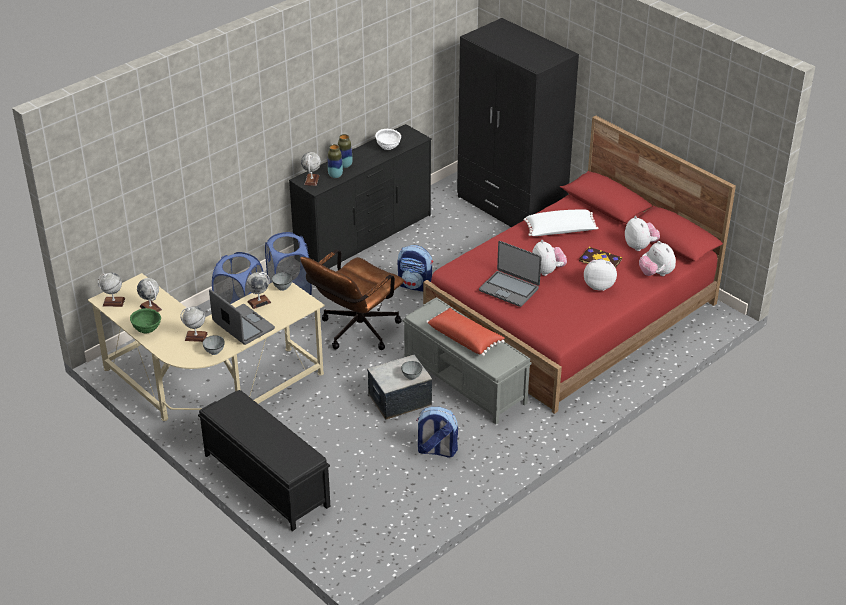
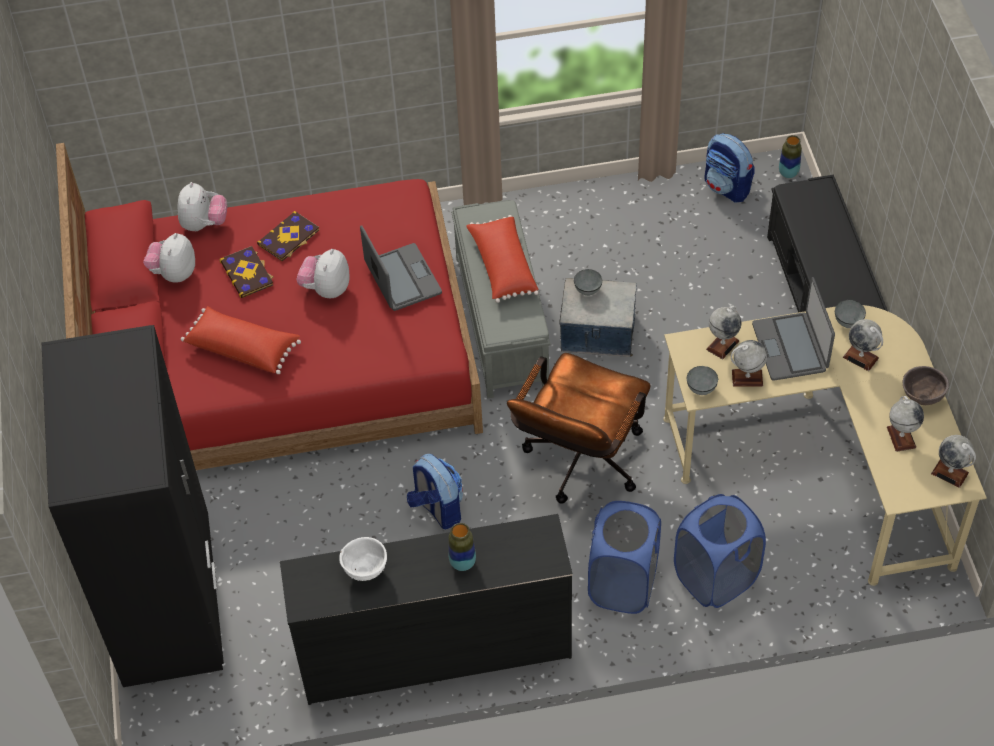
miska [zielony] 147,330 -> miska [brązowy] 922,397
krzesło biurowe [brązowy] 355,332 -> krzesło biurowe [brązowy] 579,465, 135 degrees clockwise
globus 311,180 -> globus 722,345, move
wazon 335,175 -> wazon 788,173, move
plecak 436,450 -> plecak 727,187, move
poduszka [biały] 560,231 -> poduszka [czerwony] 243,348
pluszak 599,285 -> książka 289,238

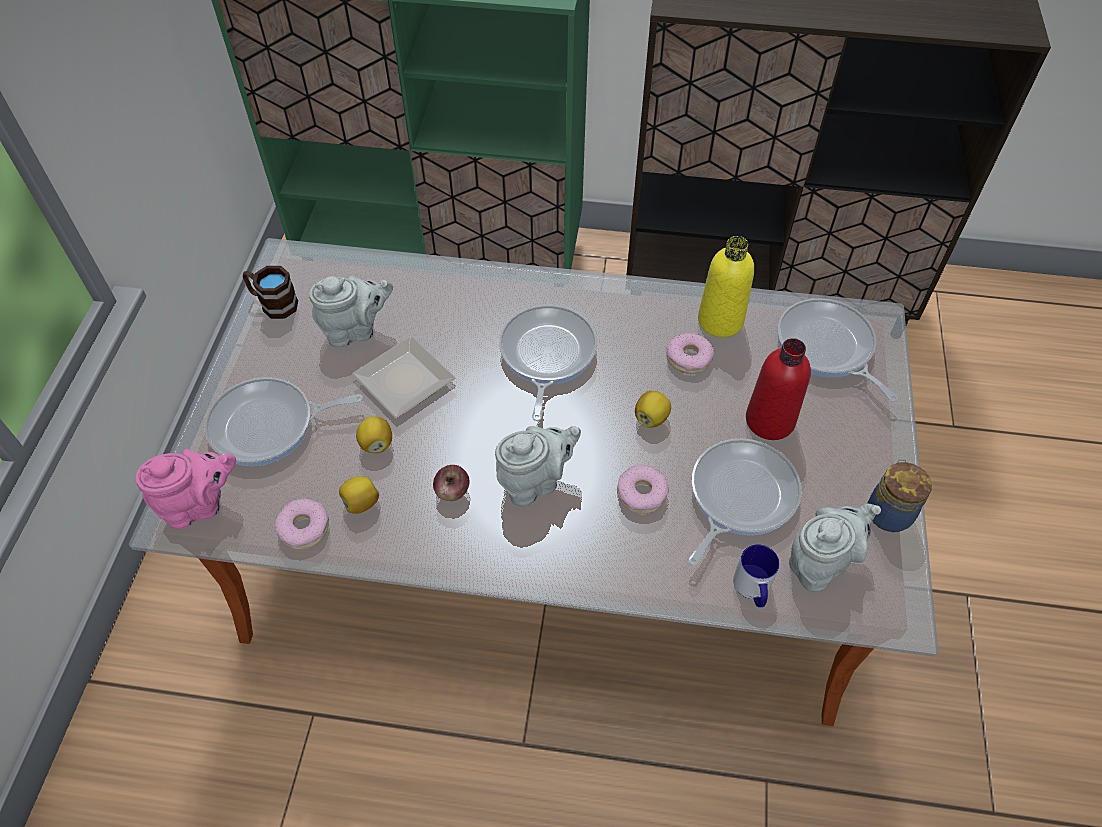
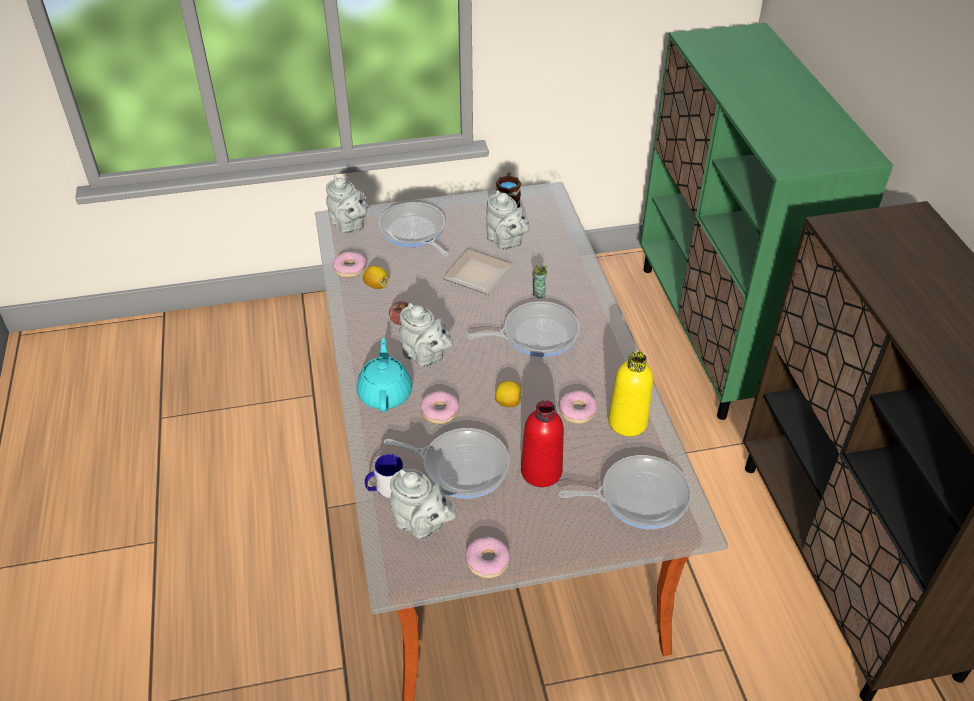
imbryk [różowy] 200,505 -> imbryk [szary] 349,226
cytryna 376,444 -> none
patelnia 827,348 -> patelnia 638,496, 45 degrees clockwise
słoik 888,512 -> donut 487,561
none -> imbryk [turkusowy] 385,393
none -> filiżanka 538,294

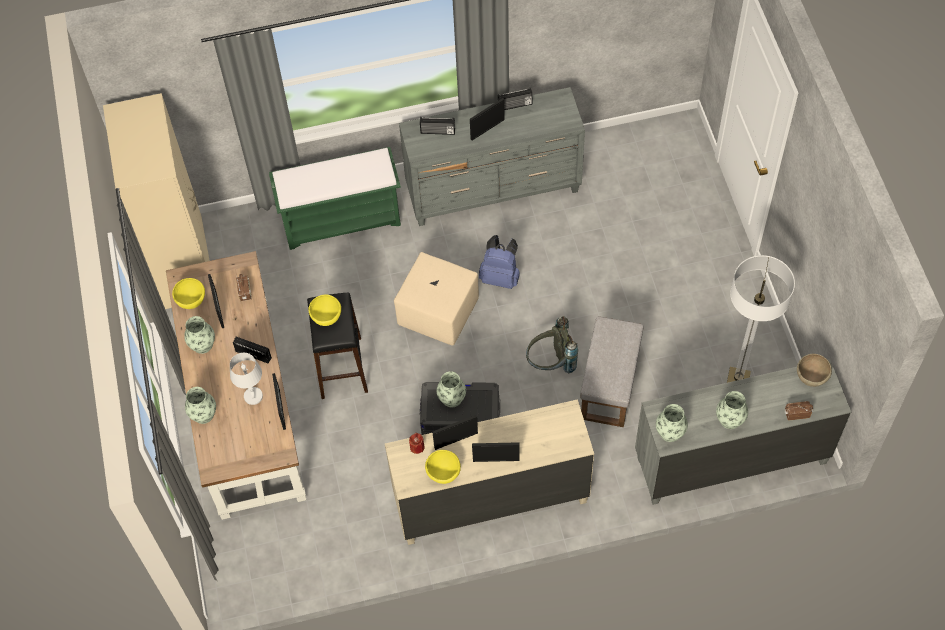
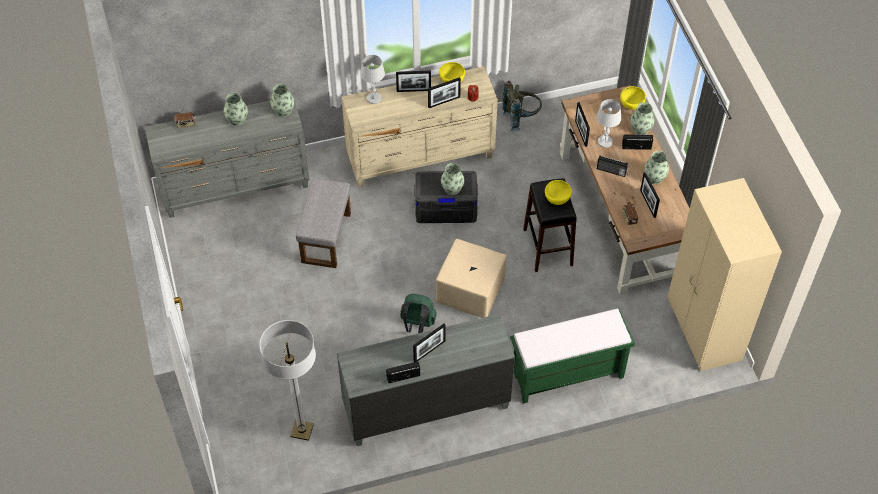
miska [żółty] 191,301 -> miska [żółty] 631,105, move
radio 437,132 -> radio 636,146, move
plecak [niebieski] 500,276 -> plecak [zielony] 417,325
plecak [szary] 551,363 -> plecak [szary] 521,118, move
lampa stojąca 738,379 -> lampa stojąca 302,430, move
miska [brązowy] 811,377 -> none
none -> lampa stołowa [biały] 374,98

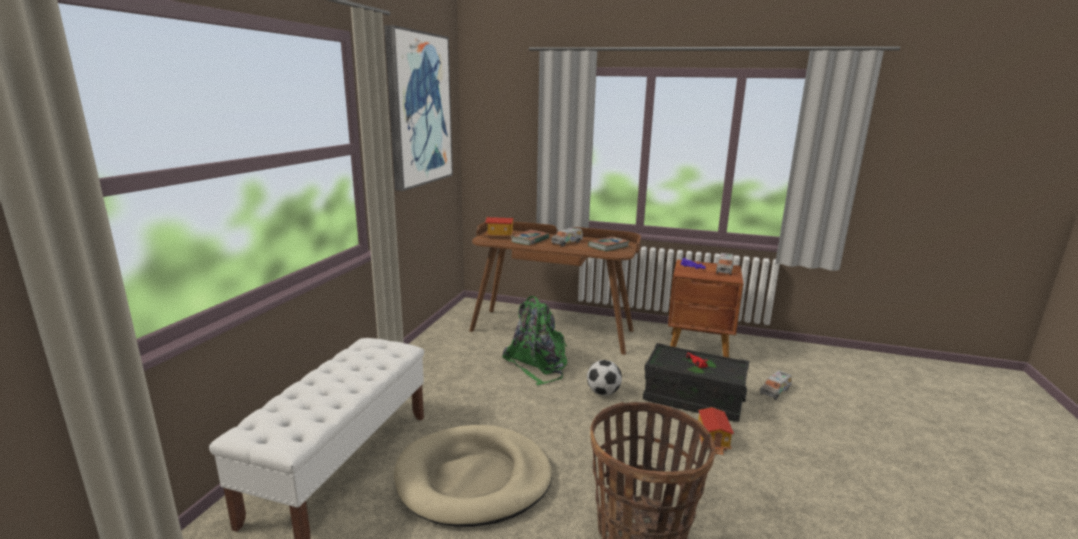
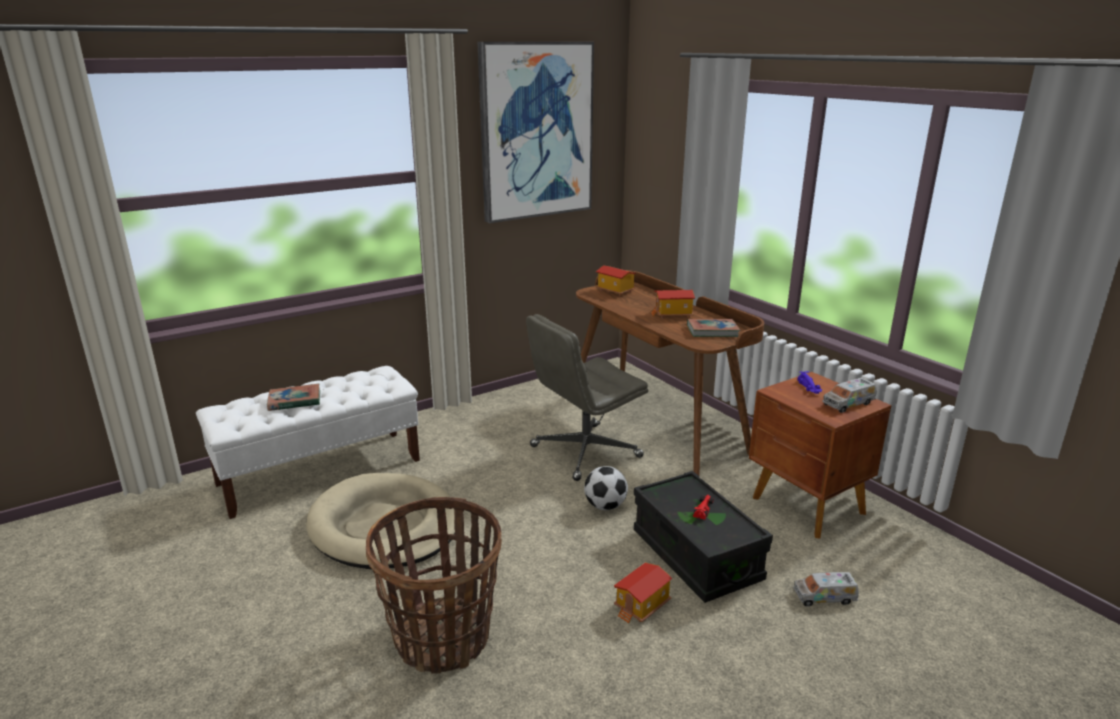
plecak [zielony] 538,364 -> krzesło biurowe [szary] 584,452
książka 530,240 -> książka 294,401, move
ciężarówka zabawkowa 567,242 -> domek 673,315

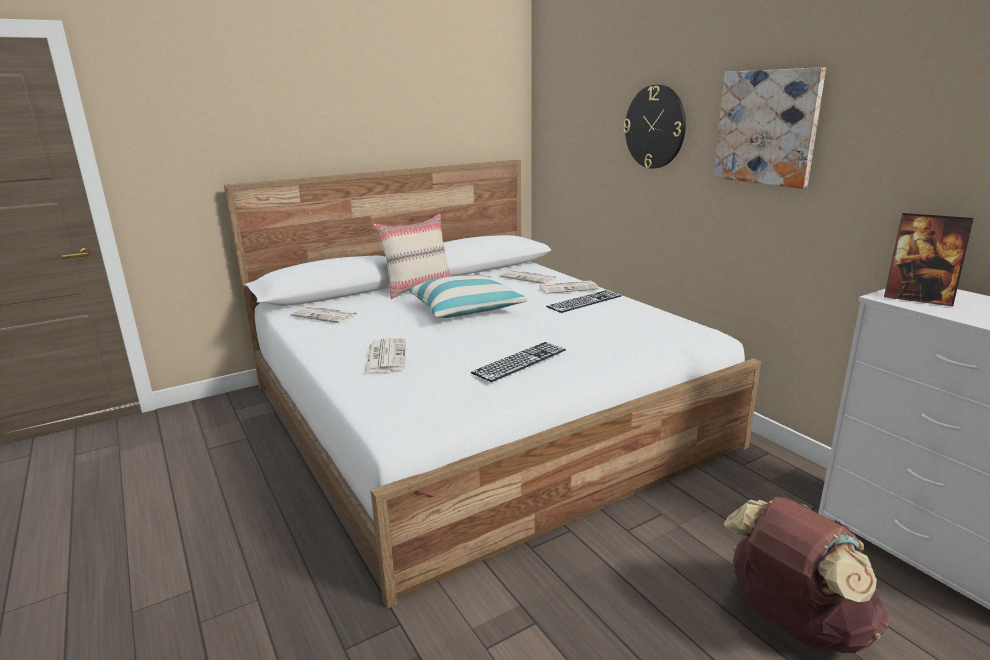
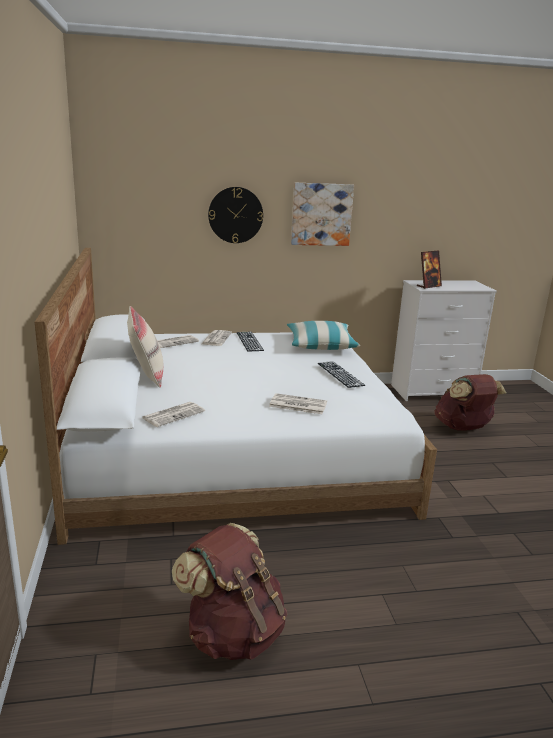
poduszka 465,309 -> poduszka 321,344, move
none -> plecak [brązowy] 233,633

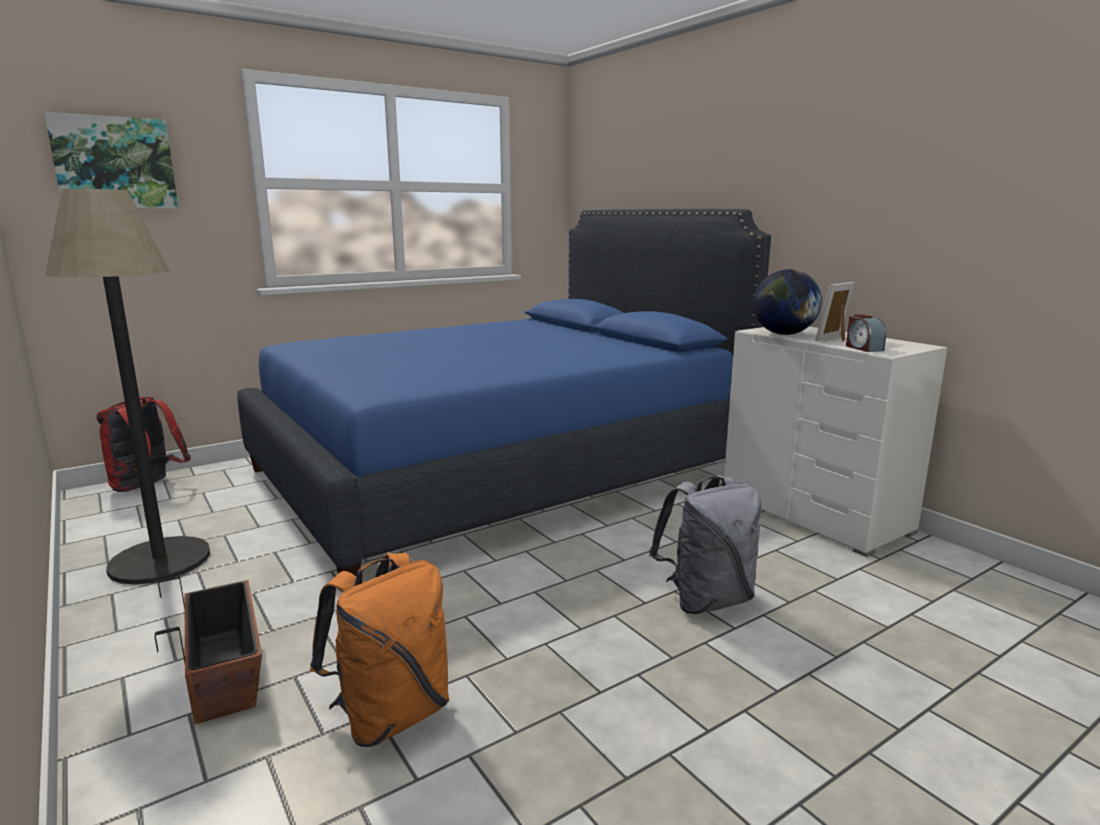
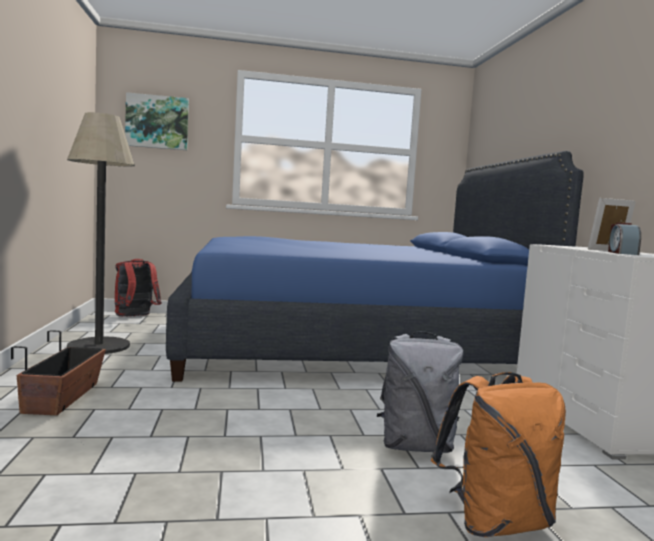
plecak [pomarańczowy] 391,715 -> plecak [pomarańczowy] 495,521, move
globus 783,334 -> none

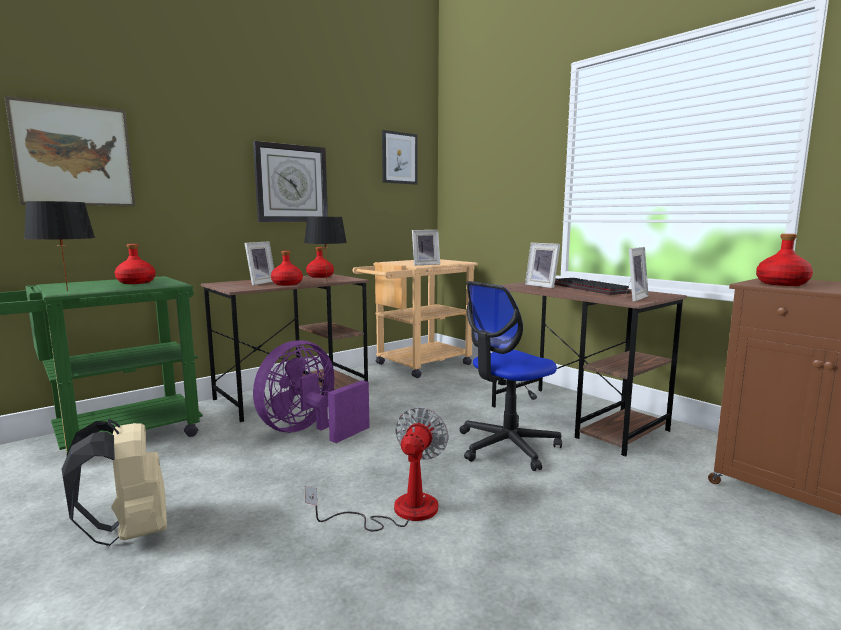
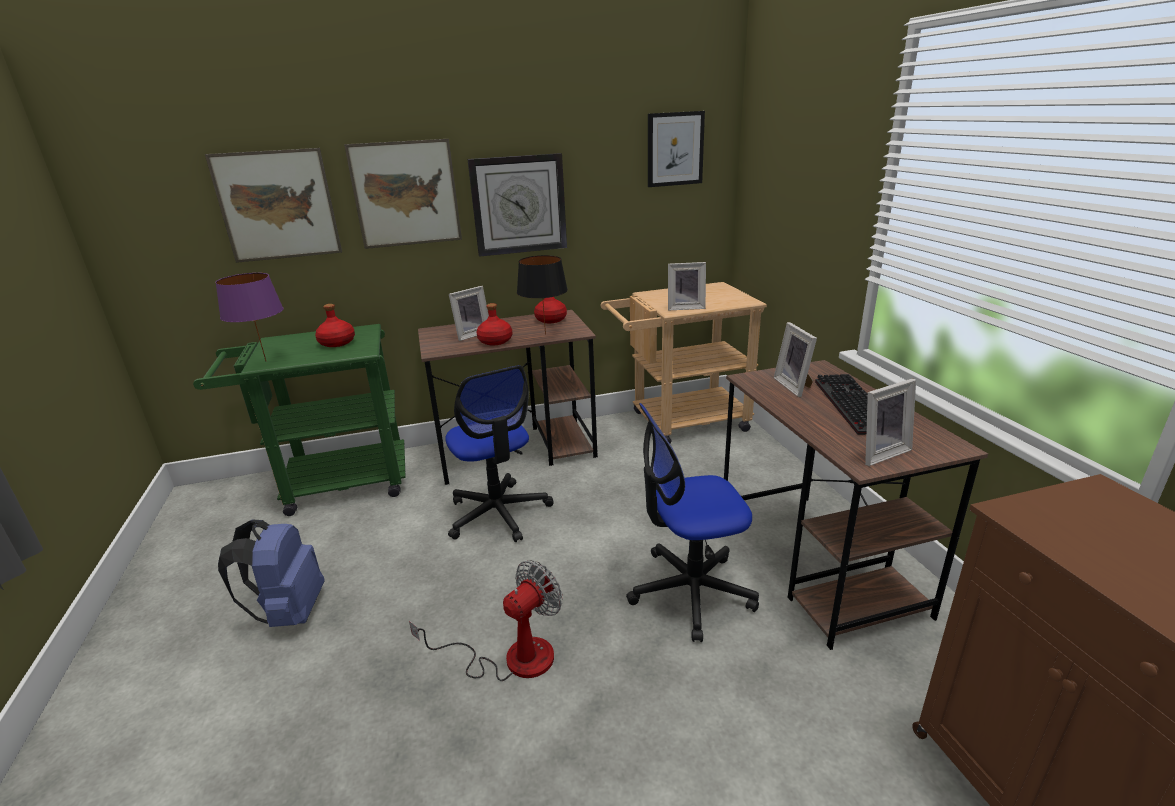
lampa stołowa [czarny] 66,291 -> lampa stołowa [fioletowy] 265,361
plecak [beżowy] 131,532 -> plecak [niebieski] 289,612
wentylator [fioletowy] 309,431 -> krzesło biurowe 498,513
butelka [czerwony] 782,284 -> none
none -> obraz 406,194

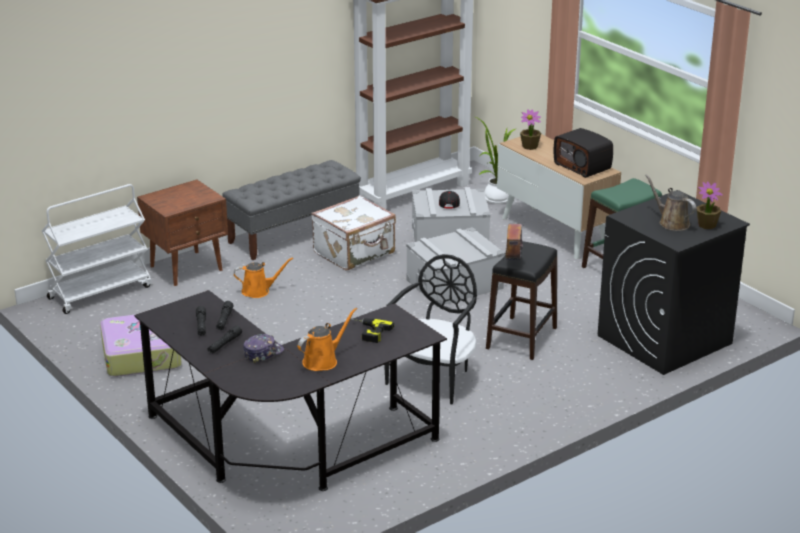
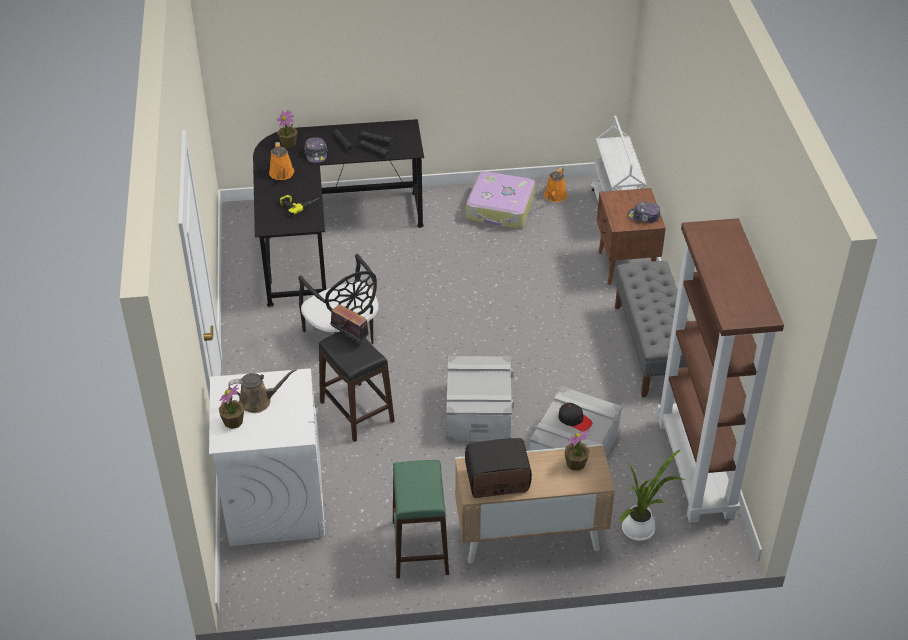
konewka [pomarańczowy] 258,291 -> konewka [pomarańczowy] 555,196, move
walizka [biały] 355,253 -> none
pralka [czarny] 664,340 -> pralka [biały] 275,502
none -> roślina doniczkowa 288,144
none -> czapka z daszkiem 643,216

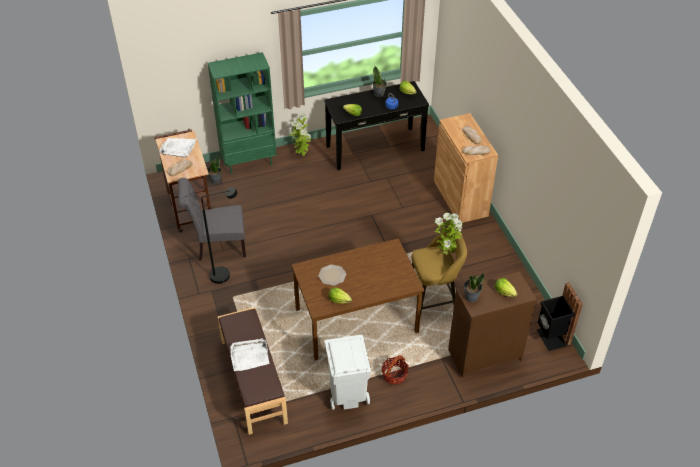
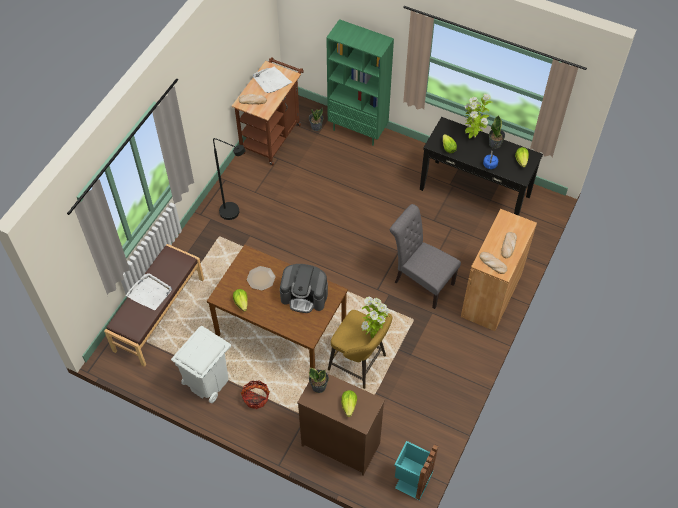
krzesło [szary] 218,247 -> krzesło [szary] 420,281, move
roślina doniczkowa 301,154 -> roślina doniczkowa 472,136, move
kosz na śmieci [czarny] 552,337 -> kosz na śmieci [turkusowy] 411,480
none -> ekspres do kawy 304,296

